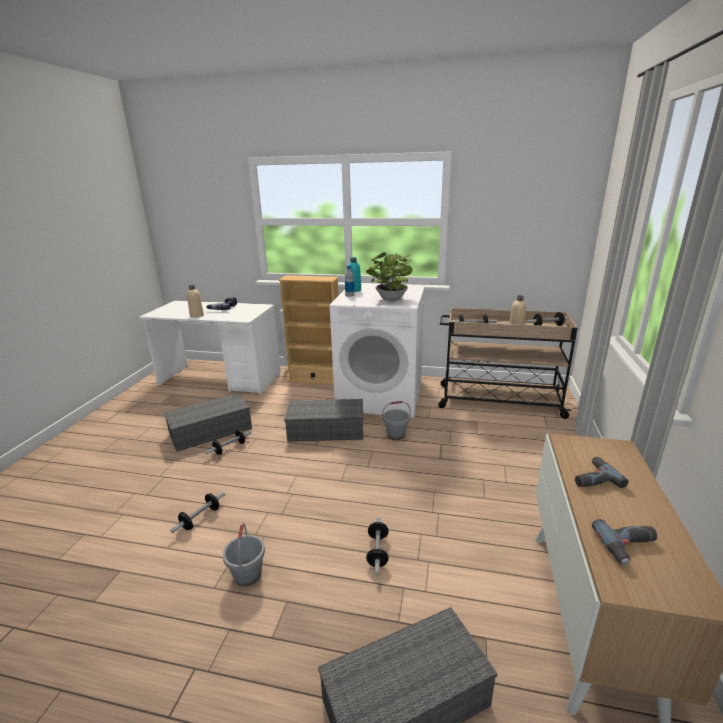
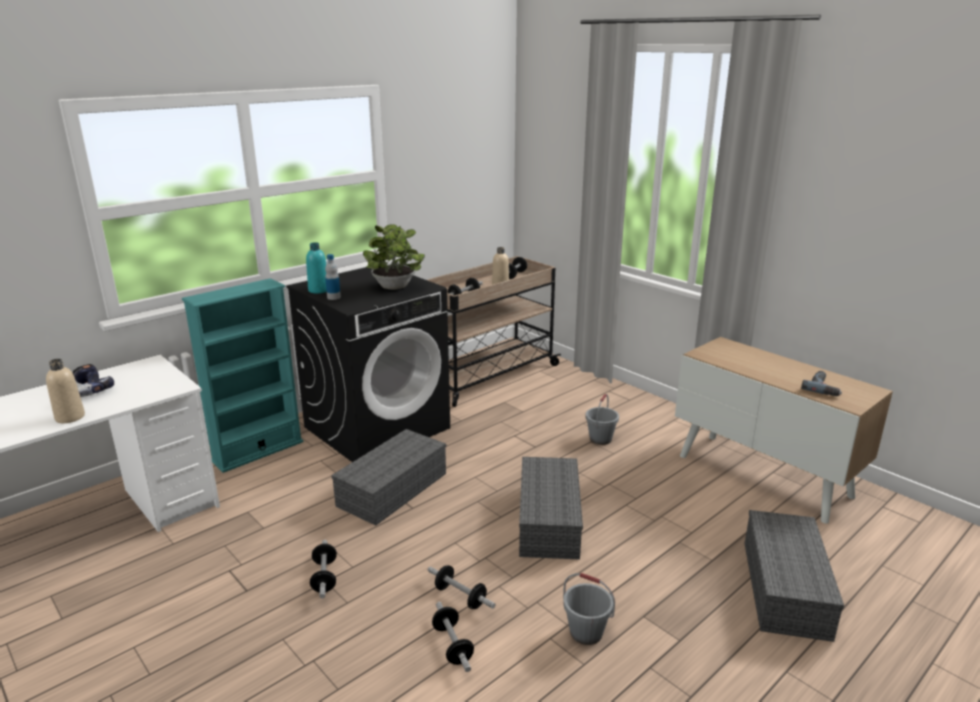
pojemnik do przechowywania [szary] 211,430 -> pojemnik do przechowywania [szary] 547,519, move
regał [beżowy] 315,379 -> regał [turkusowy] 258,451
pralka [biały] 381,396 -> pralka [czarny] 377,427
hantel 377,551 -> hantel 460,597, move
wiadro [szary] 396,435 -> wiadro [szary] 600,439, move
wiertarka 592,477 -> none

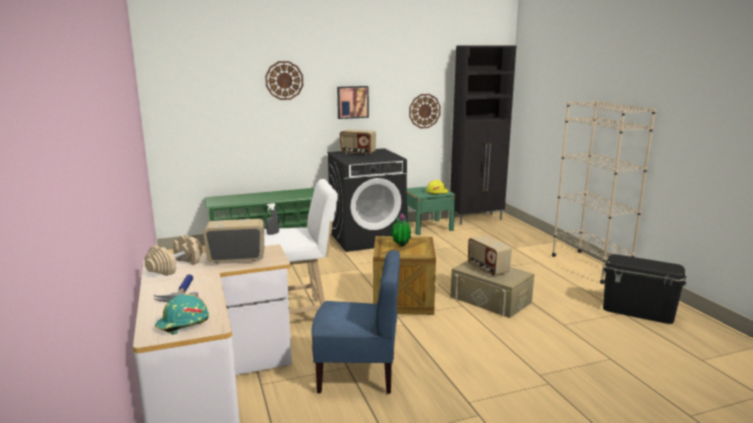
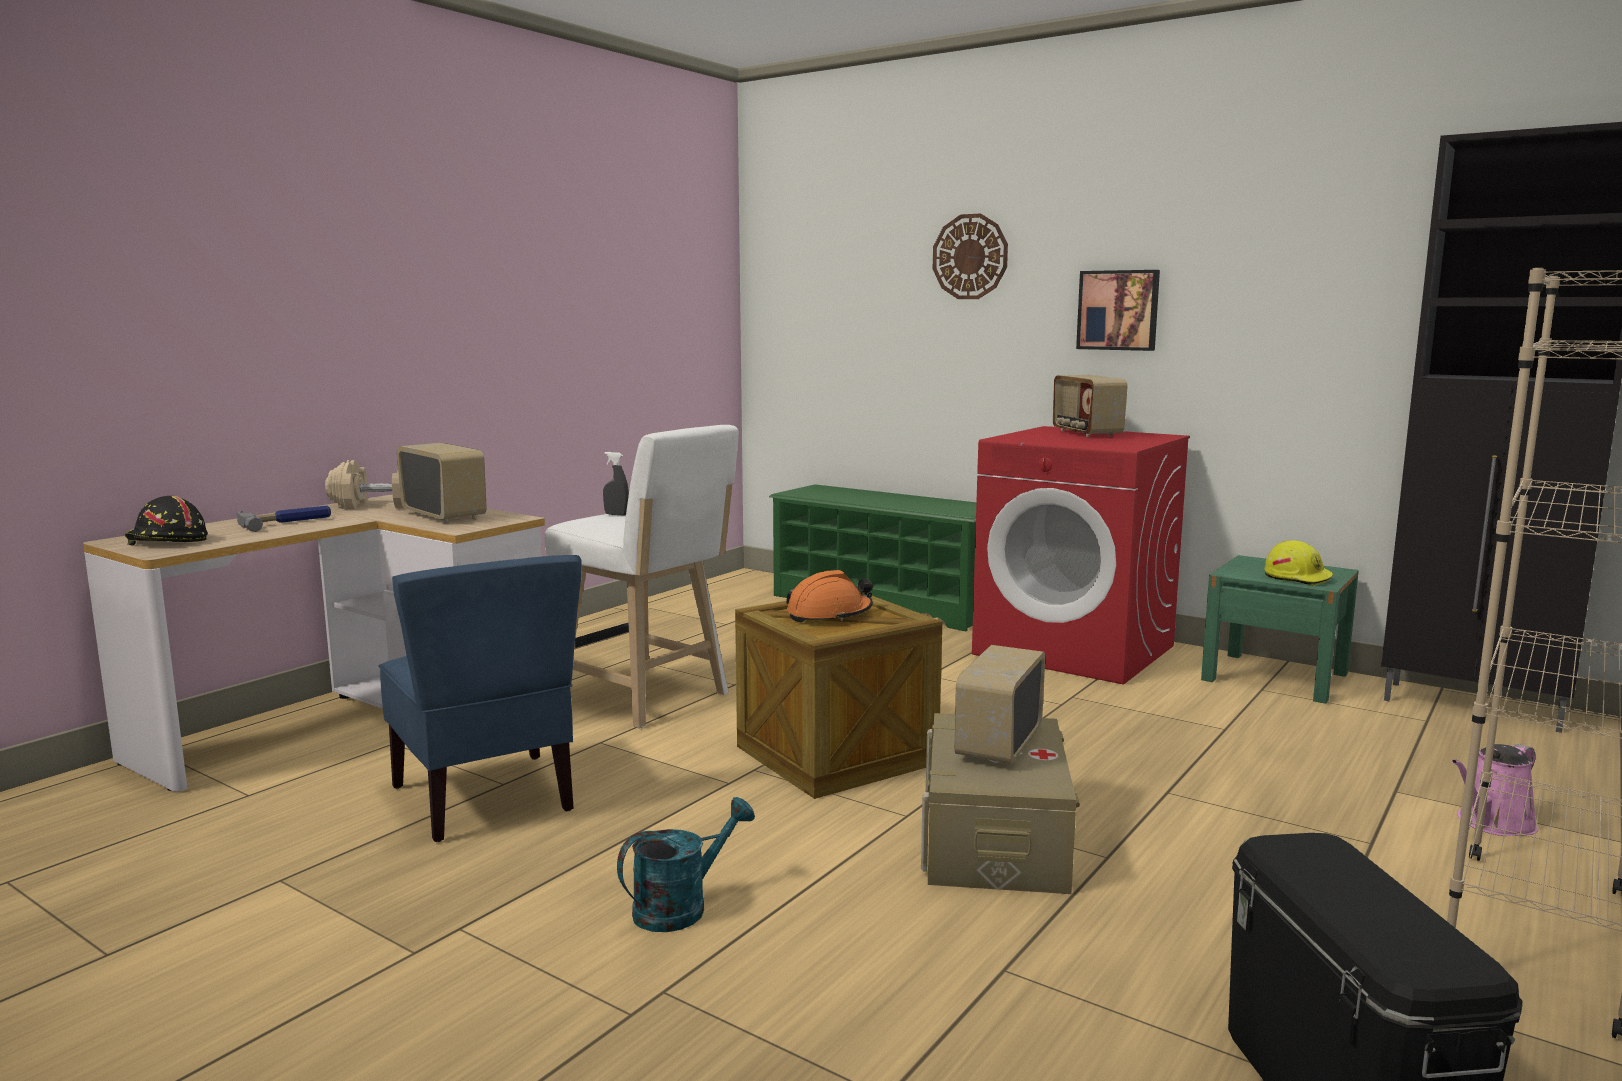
kask [turkusowy] 182,324 -> kask [czarny] 166,541
pralka [czarny] 367,238 -> pralka [czerwony] 1075,650
roślina doniczkowa 400,247 -> kask [pomarańczowy] 829,614
zegar ścienny 424,111 -> none
none -> konewka [turkusowy] 681,907
none -> konewka [różowy] 1492,824

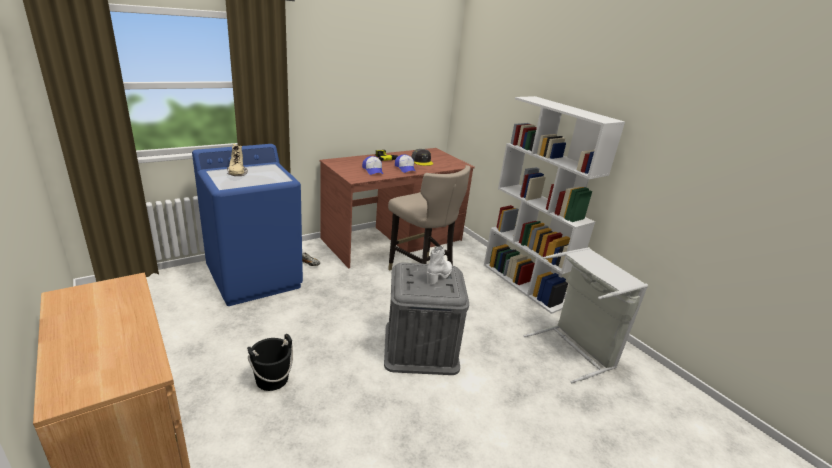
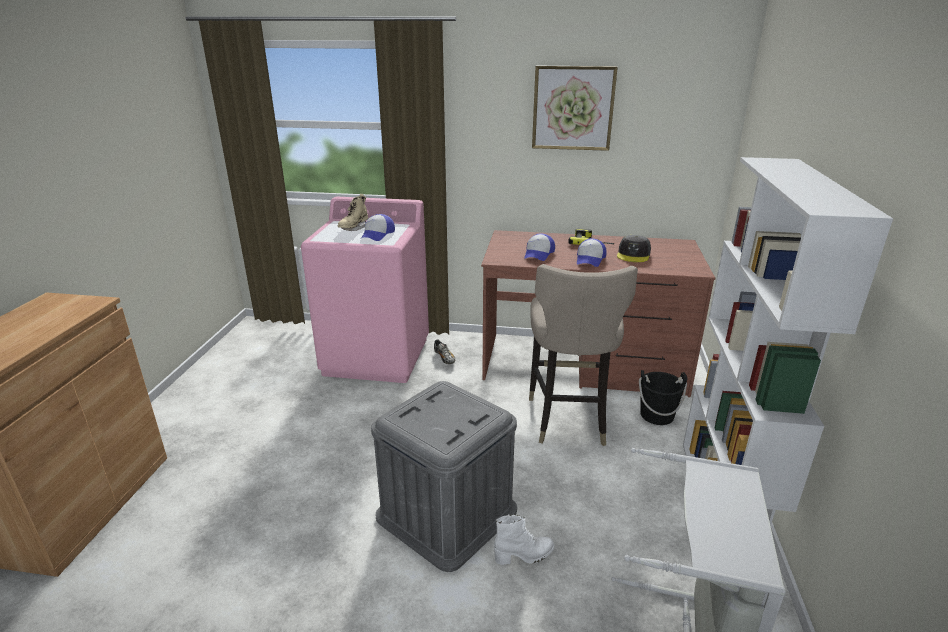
pralka [niebieski] 255,278 -> pralka [różowy] 377,356
wiadro [czarny] 272,379 -> wiadro [czarny] 656,415, move
but z cholewką [biały] 439,276 -> but z cholewką [biały] 524,555, move
none -> czapka z daszkiem 377,234
none -> obraz 573,108

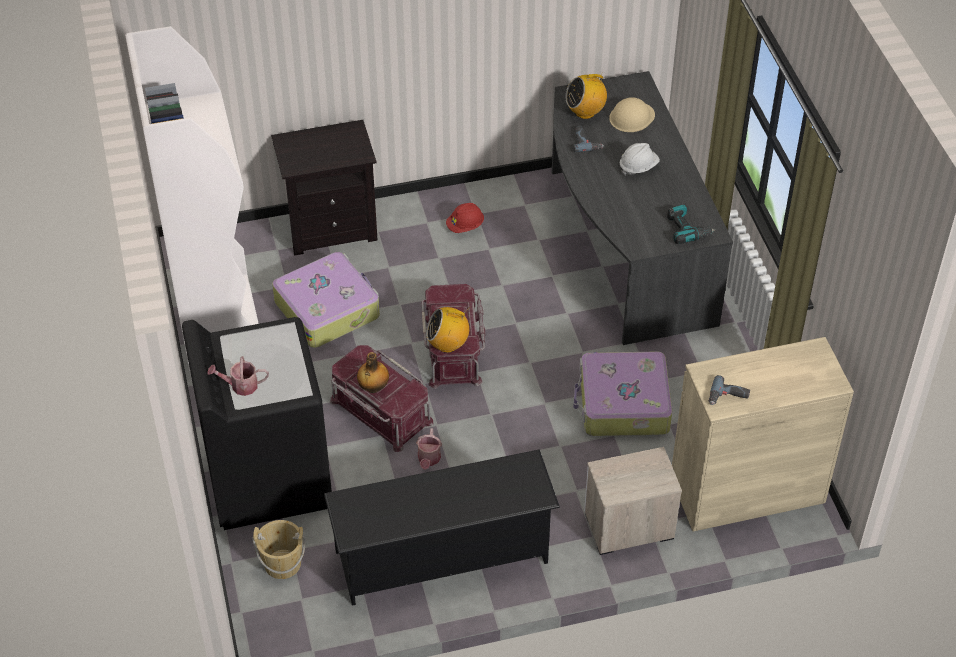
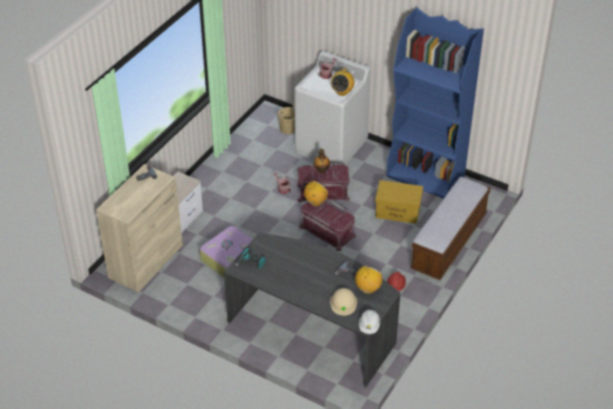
regał [biały] 219,328 -> regał [niebieski] 426,177
pralka [czarny] 267,476 -> pralka [biały] 331,146
szafka nocna [czarny] 331,228 -> ławka 448,243
walizka 327,308 -> pojemnik do przechowywania [żółty] 398,211
regał na buty [czarny] 442,557 -> none
kask [biały] 638,167 -> kask [biały] 369,326, move
none -> radio 342,92

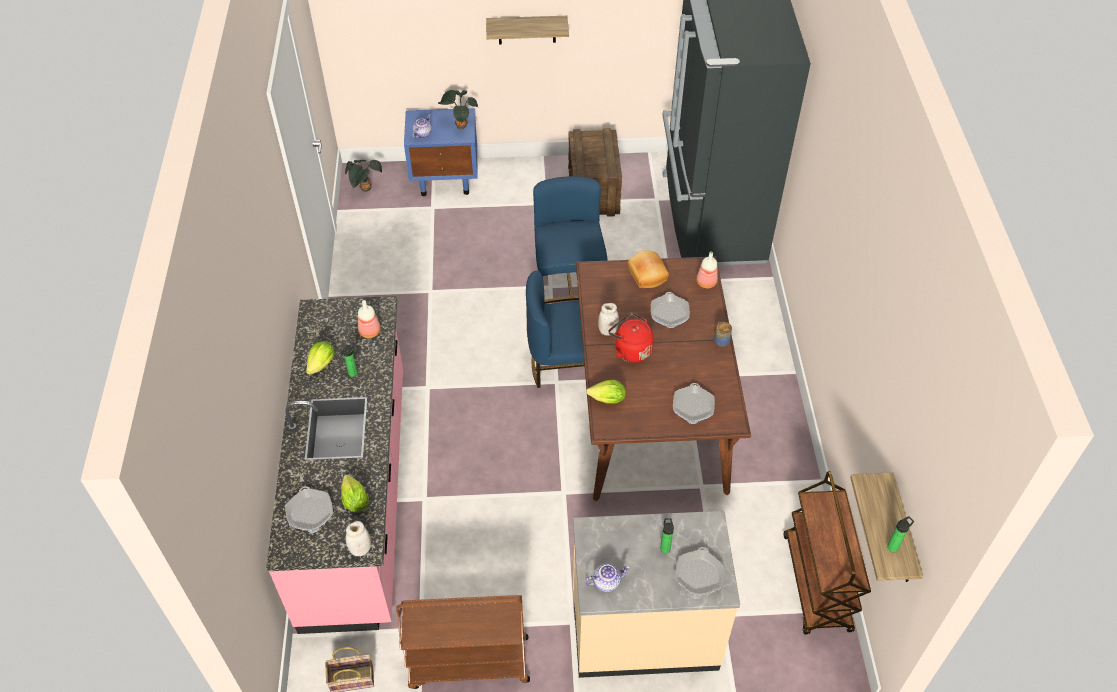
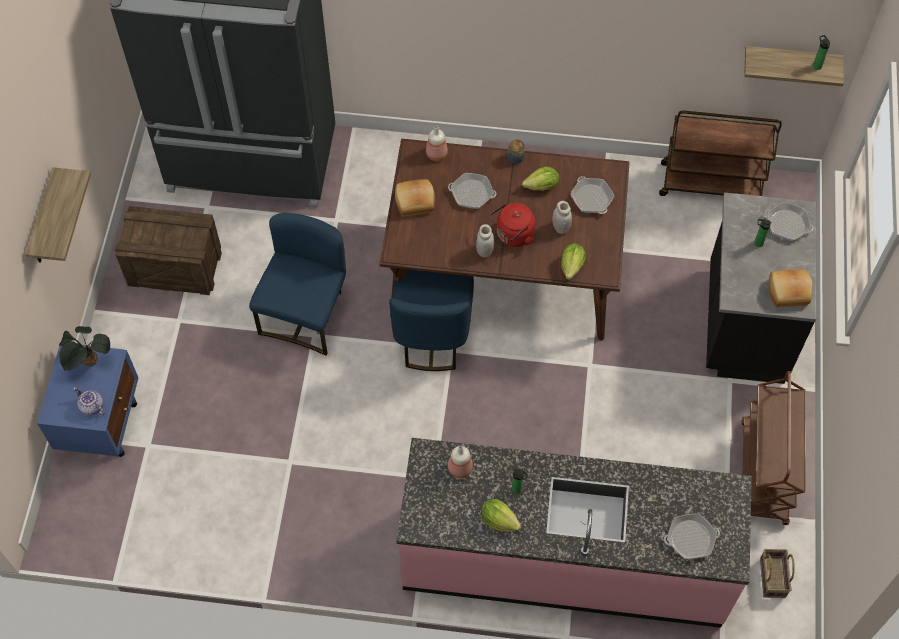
sałata 355,501 -> sałata 542,186, move
roślina doniczkowa 365,189 -> none
słoik [biały] 360,549 -> słoik [biały] 560,227, move
krzesło [niebieski] 569,278 -> krzesło [niebieski] 306,314, 105 degrees clockwise
zabudowa kuchenna [beżowy] 644,629 -> zabudowa kuchenna [czarny] 743,323
imbryk 606,582 -> chleb 788,293
patelnia 693,407 -> patelnia 591,198, 45 degrees clockwise

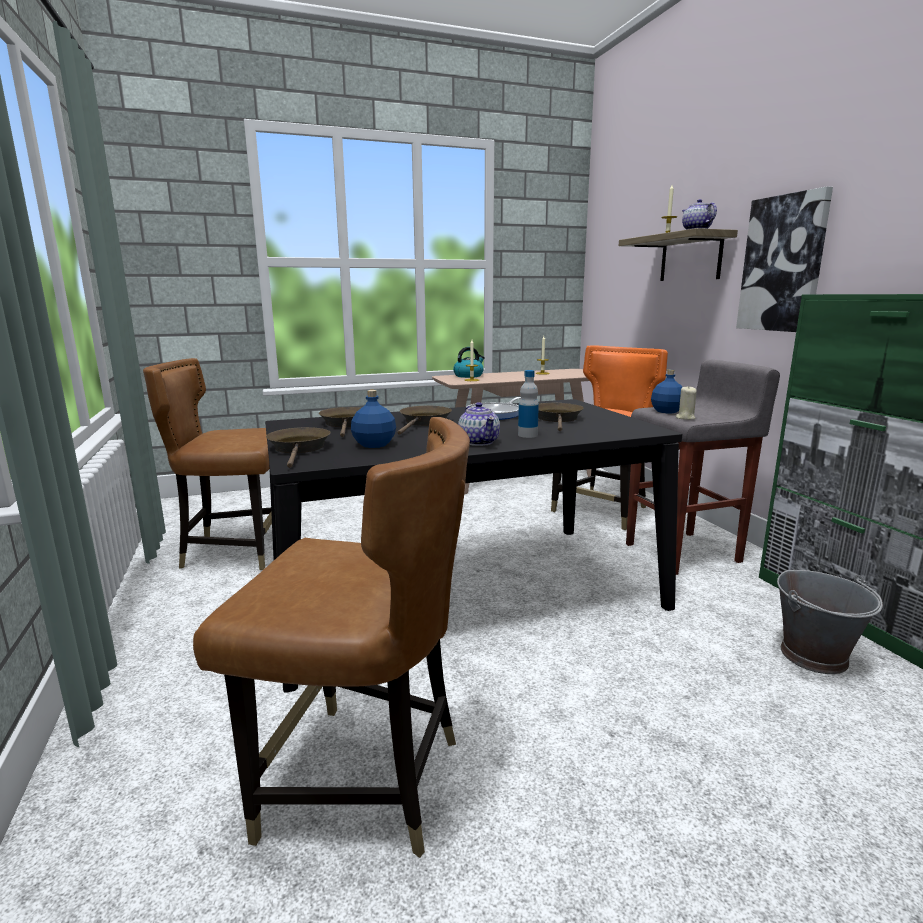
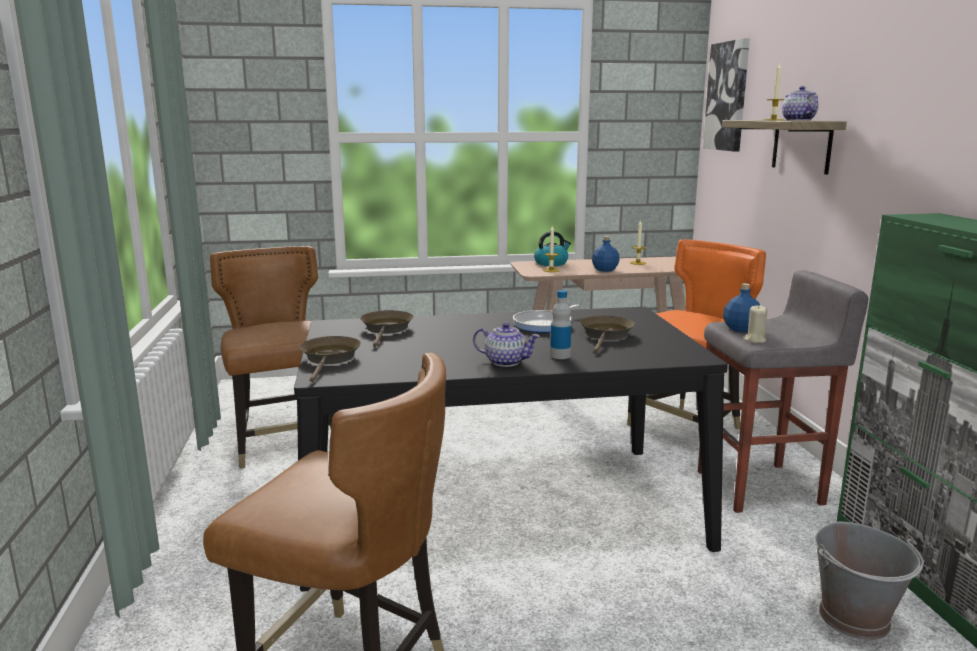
krzesło [brązowy] 236,550 -> krzesło [brązowy] 285,443, 60 degrees clockwise
butelka [niebieski] 374,445 -> butelka [niebieski] 605,270, move
patelnia [brązowy] 424,422 -> none
imbryk 479,442 -> imbryk 505,361, 60 degrees counterclockwise
obraz 783,264 -> obraz 728,96, move

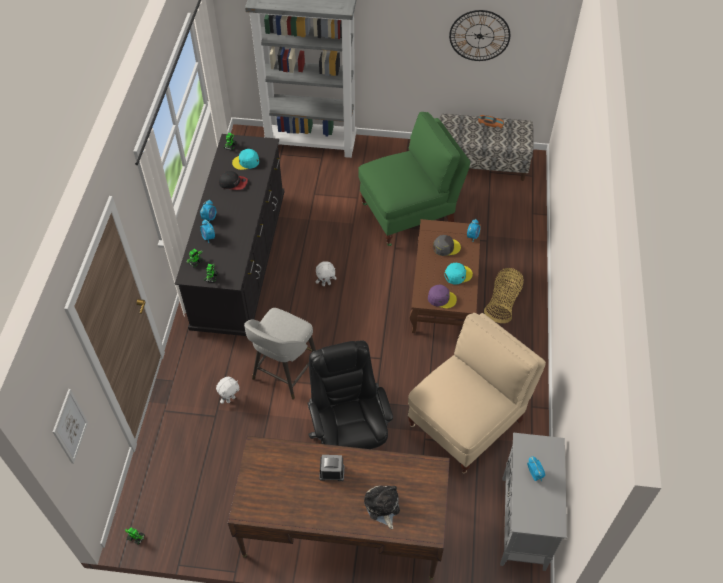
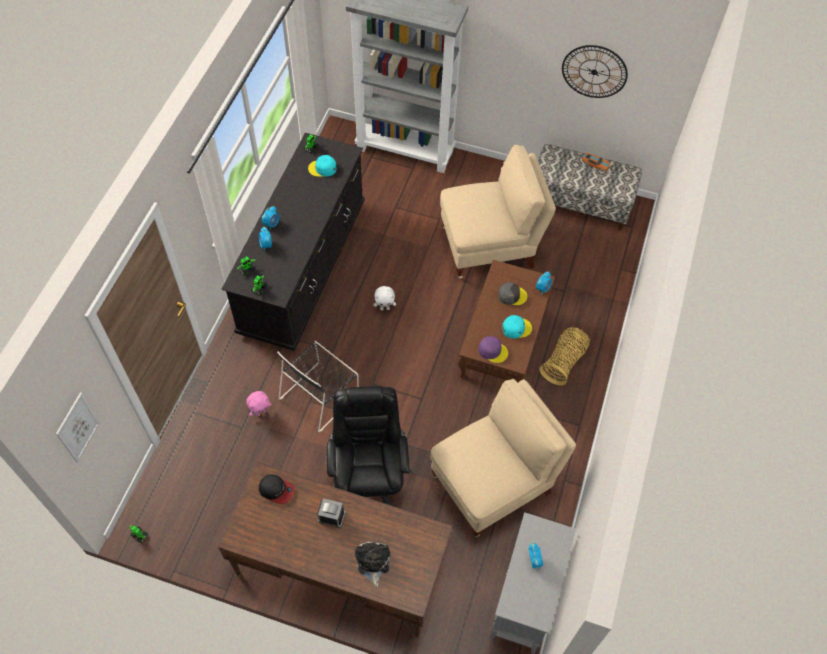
pluszak [biały] 230,399 -> pluszak [różowy] 261,412
czapka z daszkiem 233,183 -> czapka z daszkiem 276,490, move
stołek [szary] 284,372 -> krzesło [czarny] 320,395
krzesło [zielony] 409,214 -> krzesło [beżowy] 489,247

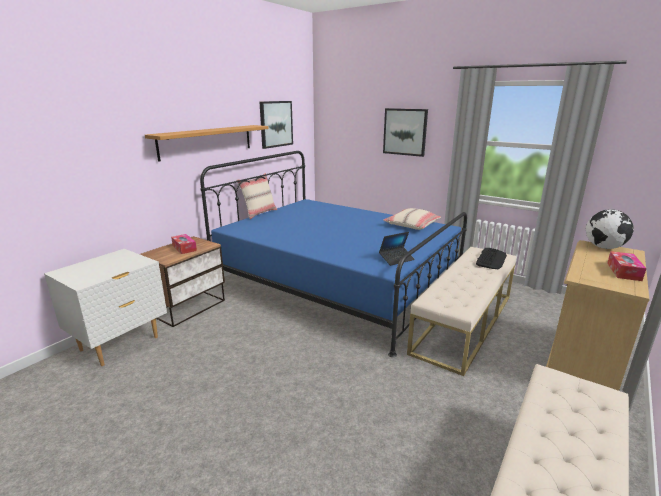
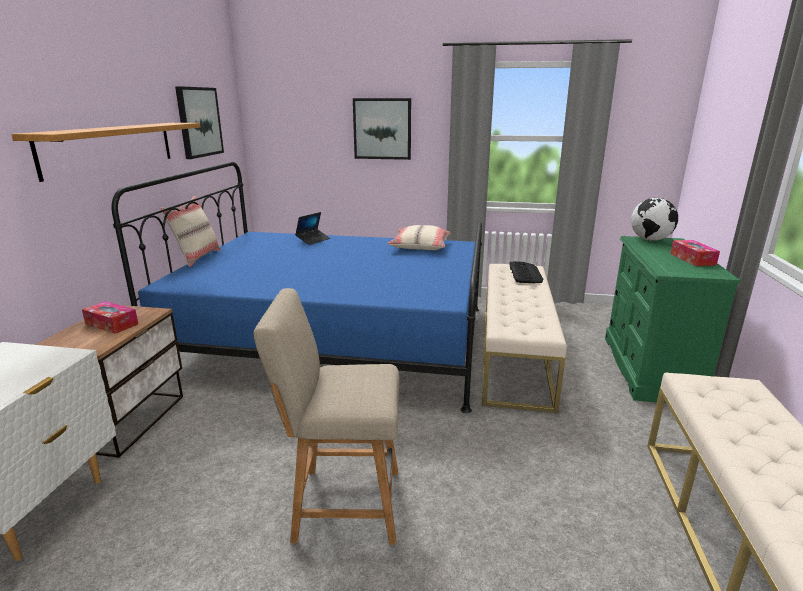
laptop 396,259 -> laptop 313,240, move
komoda [beżowy] 580,363 -> komoda [zielony] 649,368
none -> krzesło [beżowy] 341,504

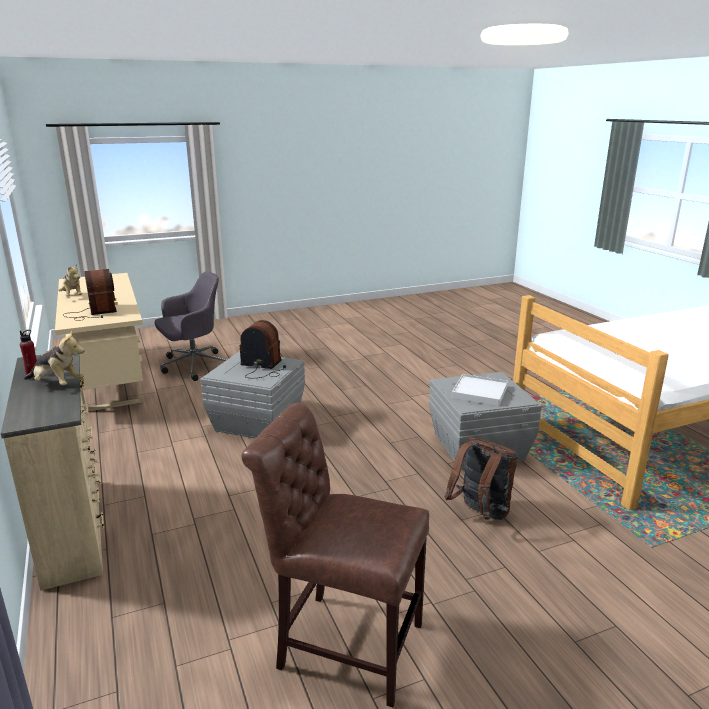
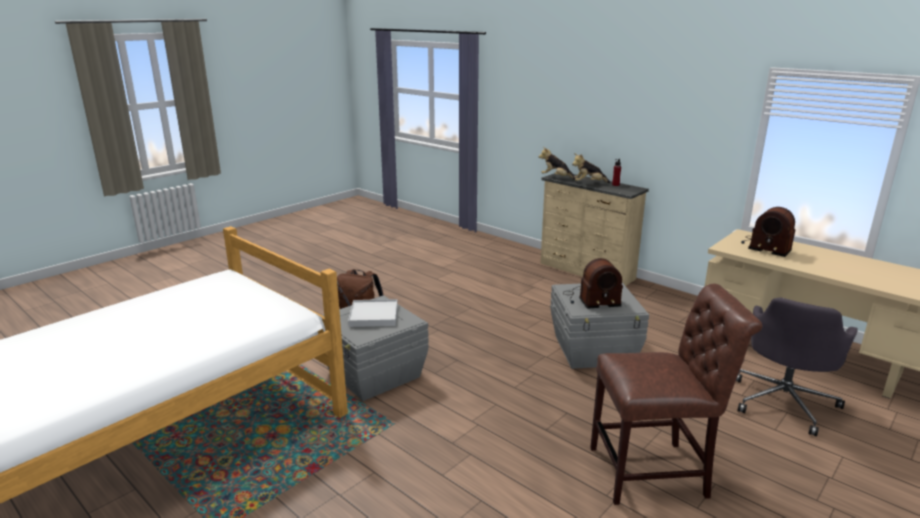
pluszak 72,296 -> pluszak 556,178, move
krzesło [brązowy] 343,642 -> krzesło [brązowy] 655,472, move

